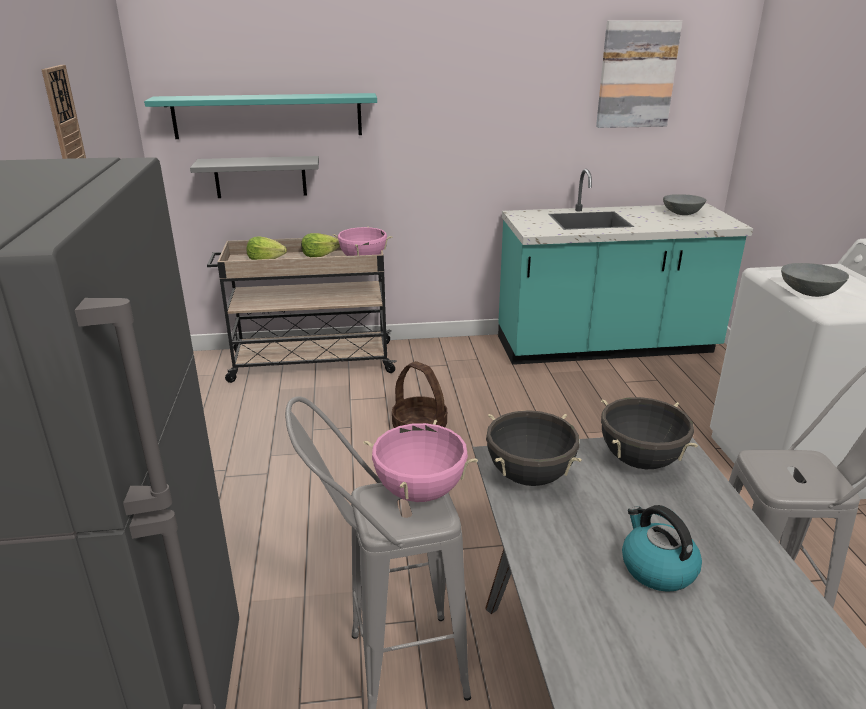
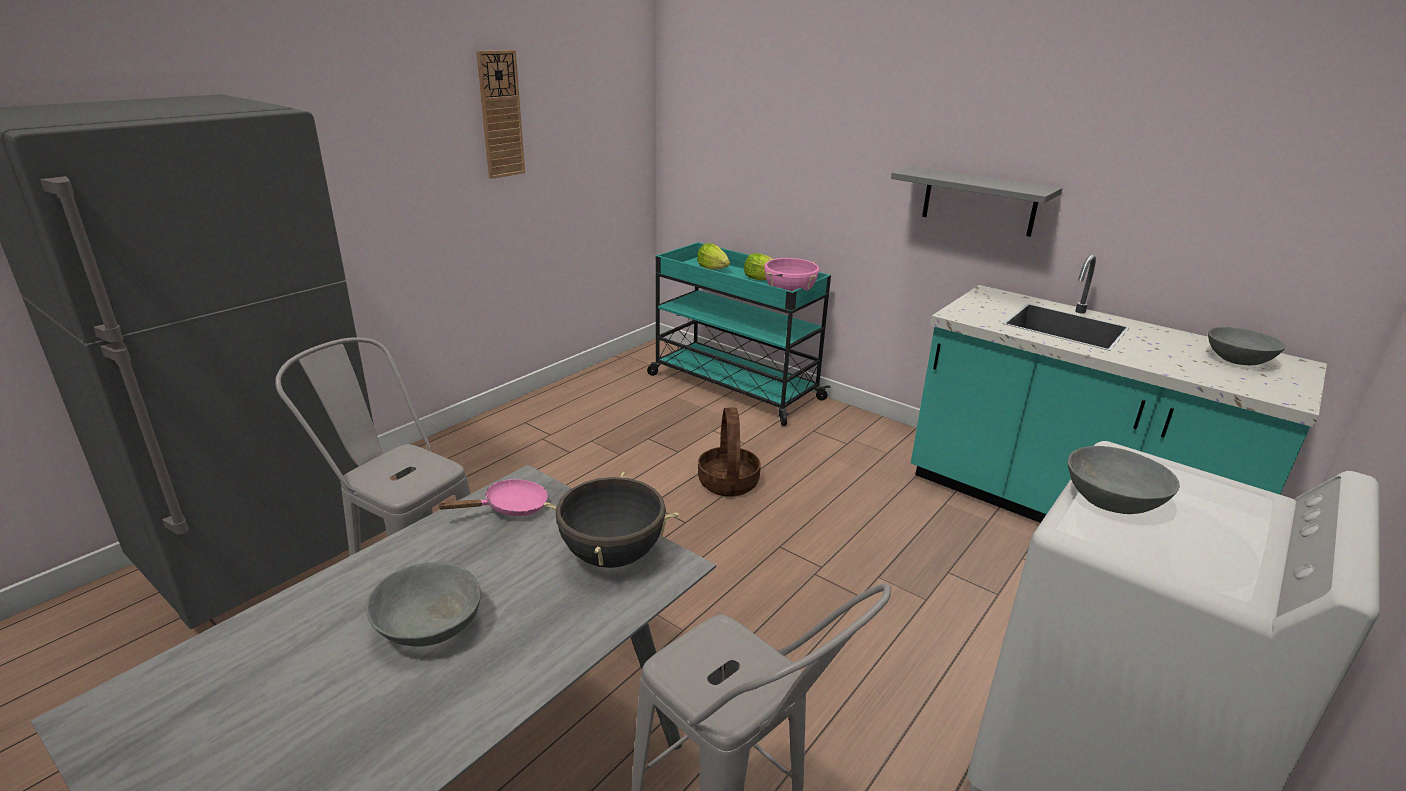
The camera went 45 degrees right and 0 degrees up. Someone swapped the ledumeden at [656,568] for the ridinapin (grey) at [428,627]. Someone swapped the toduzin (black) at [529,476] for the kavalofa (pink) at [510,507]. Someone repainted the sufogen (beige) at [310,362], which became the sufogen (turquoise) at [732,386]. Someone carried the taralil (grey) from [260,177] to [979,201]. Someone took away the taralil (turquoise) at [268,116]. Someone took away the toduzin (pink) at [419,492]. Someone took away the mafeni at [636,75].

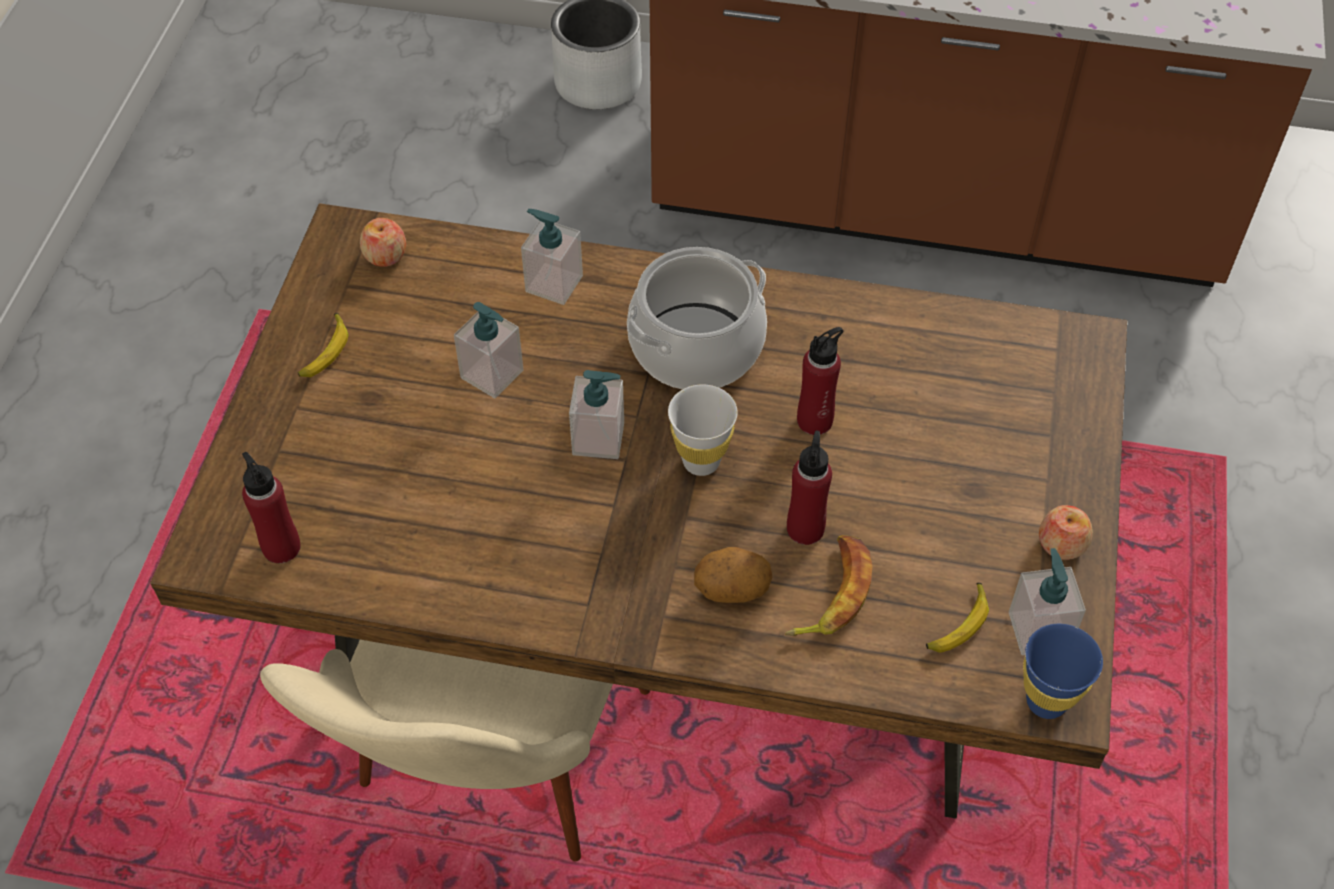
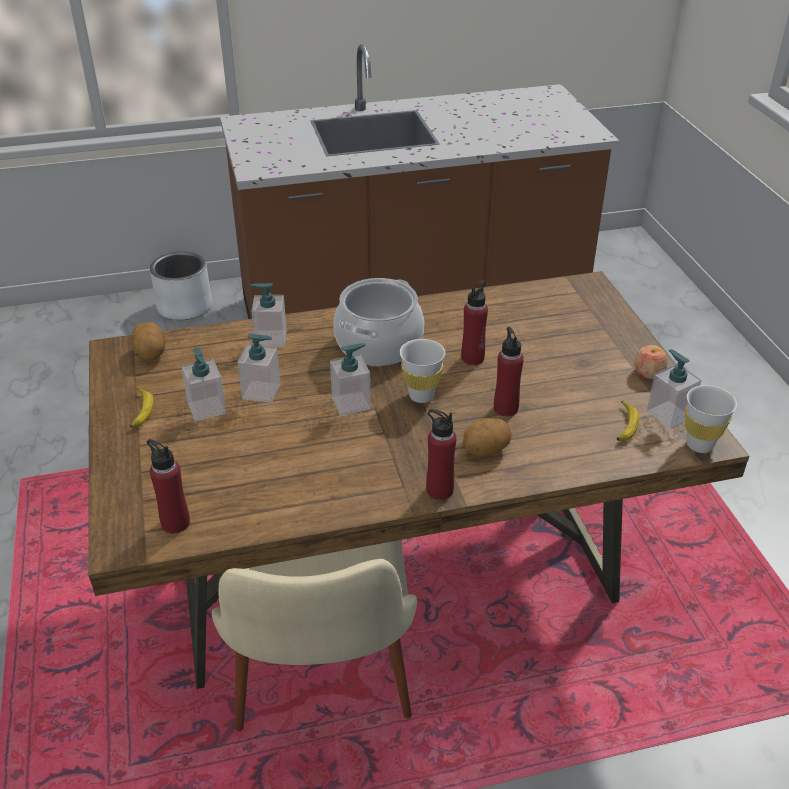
The camera went 25 degrees left and 15 degrees down. Someone swapped the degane at [385,255] for the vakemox at [151,353]. Someone put down the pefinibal at [207,408]. Someone put down the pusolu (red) at [439,490]. Someone repainted the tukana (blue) at [1046,701], which became the tukana (white) at [699,445]. Someone took away the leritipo at [831,593].

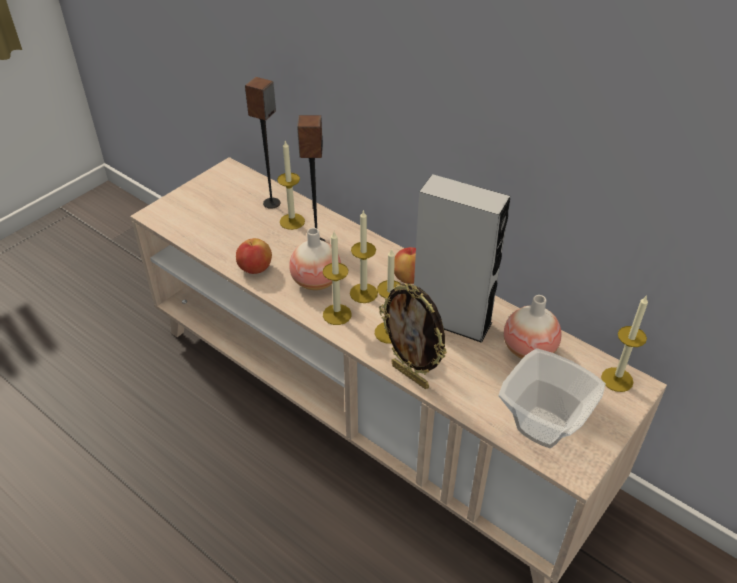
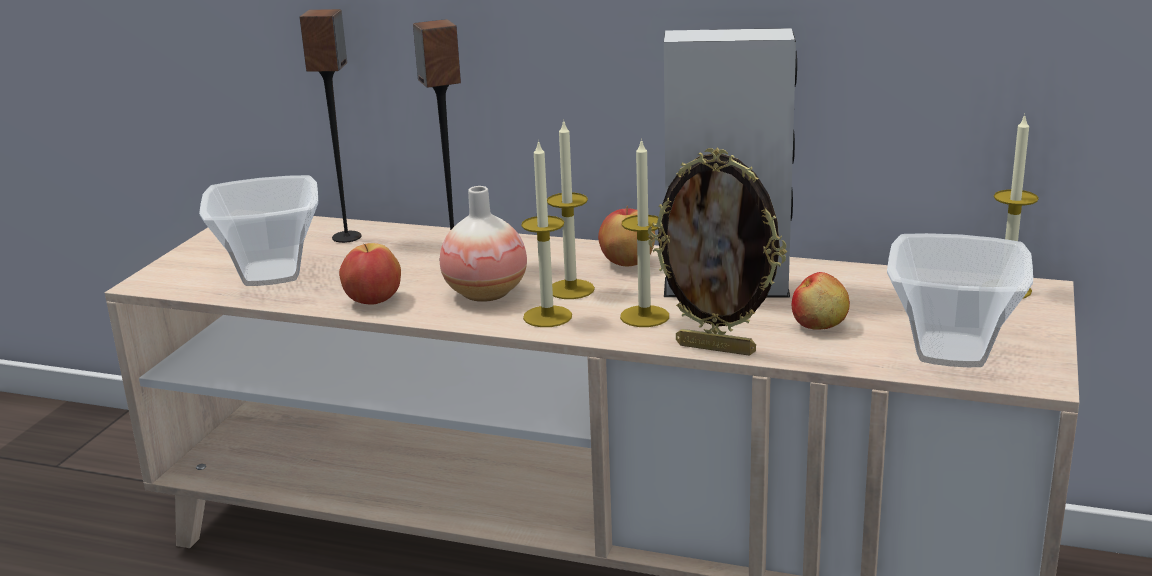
The camera went 20 degrees left and 20 degrees down. Someone put down the ridinapin at [273,273]. Someone put down the degane at [820,325]. Someone took away the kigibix at [292,221]. Someone took away the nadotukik at [528,350].

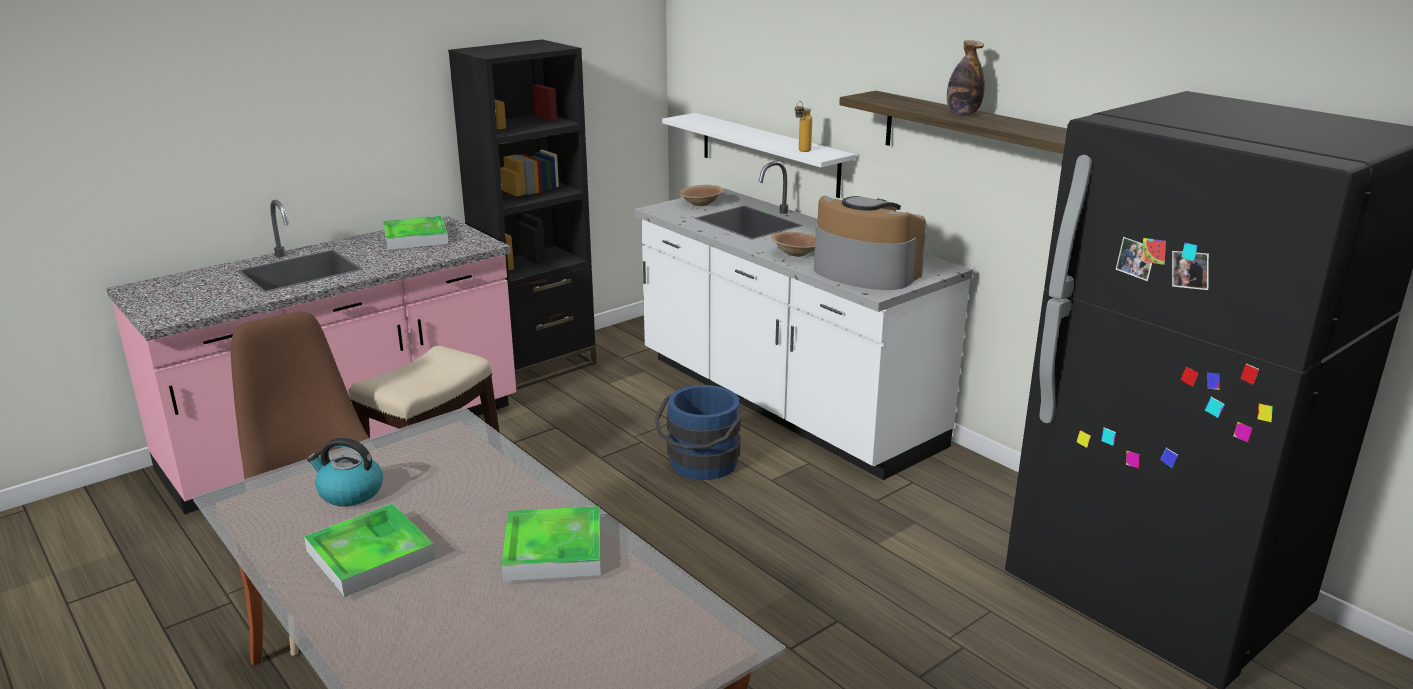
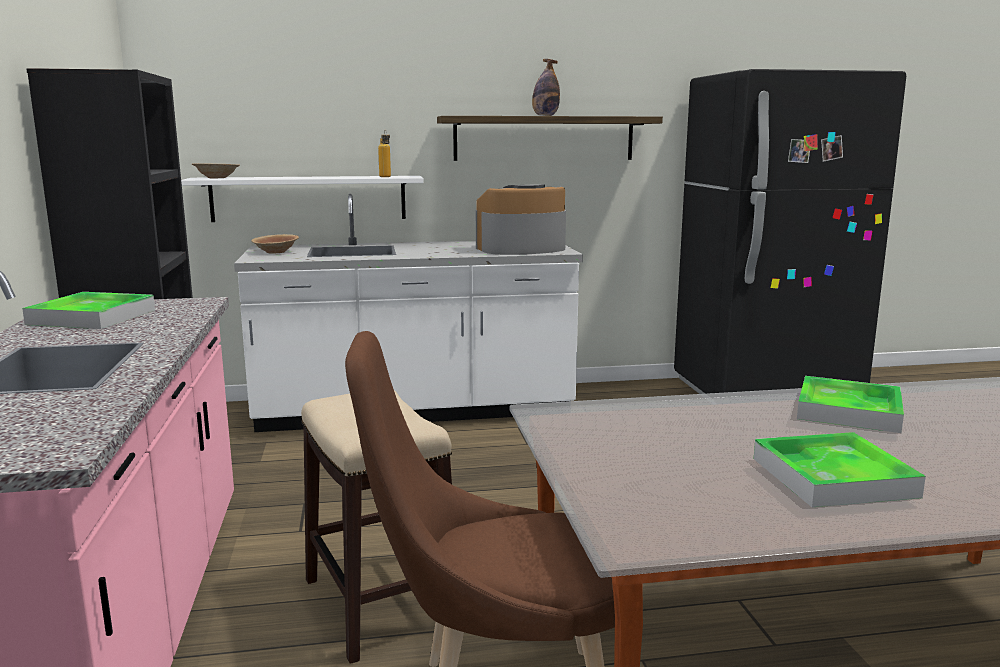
The camera went 60 degrees left and 10 degrees down. Someone carried the ridinapin (brown) from [796,253] to [217,178]. Someone took away the ledumeden at [349,492]. Someone took away the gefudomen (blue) at [700,466].

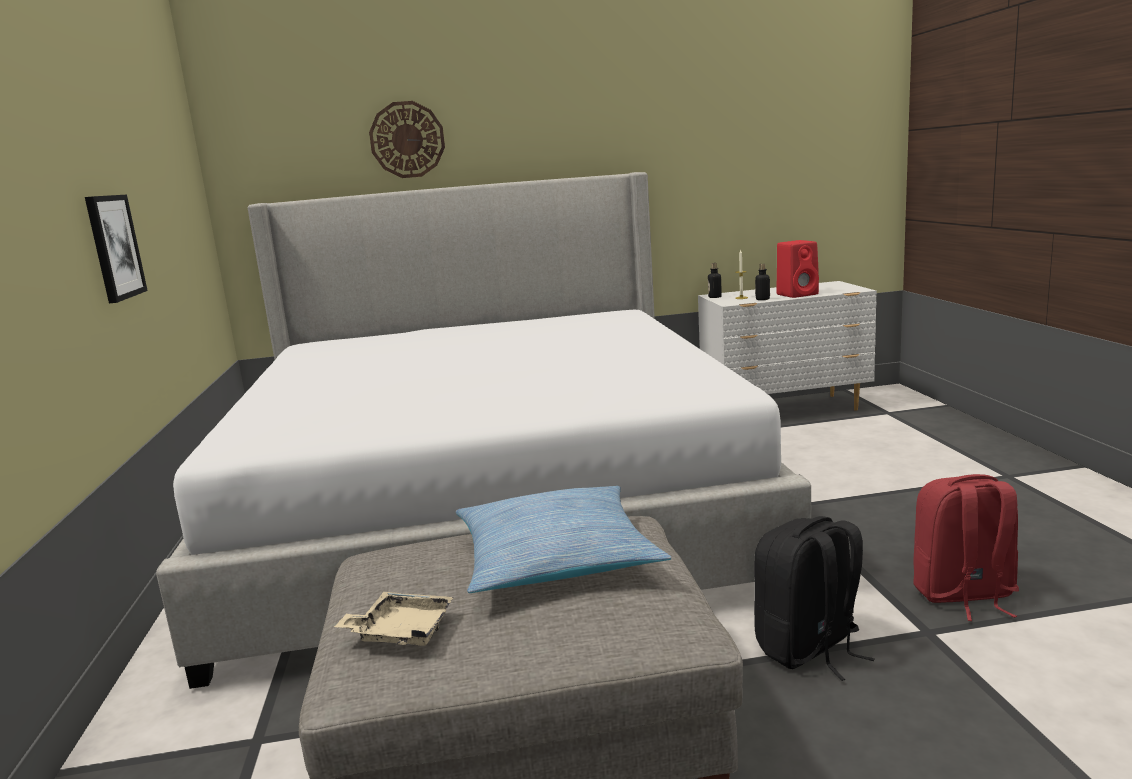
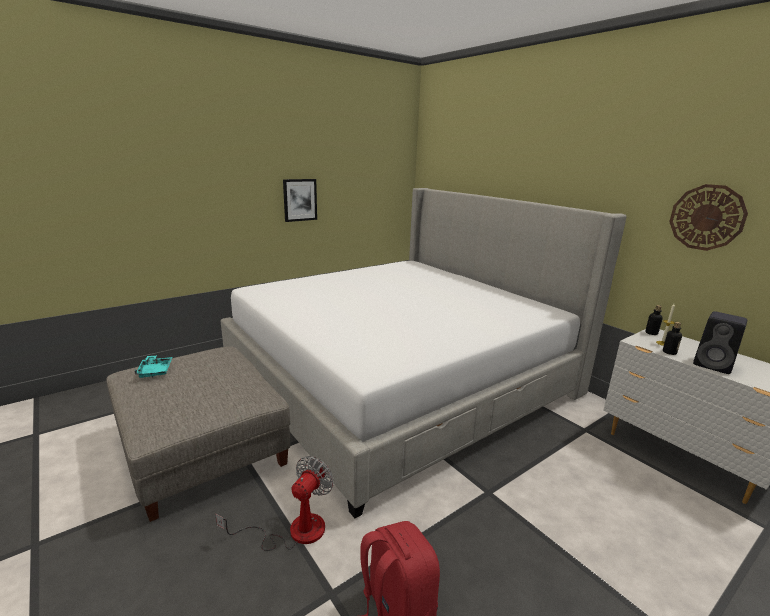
The camera went 60 degrees right and 5 degrees up. Someone repainted the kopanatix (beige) at [401,631], which became the kopanatix (turquoise) at [155,371]. Someone swapped the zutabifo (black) at [809,649] for the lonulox at [293,531]. Someone carried the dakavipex from [407,139] to [706,217]. Someone repainted the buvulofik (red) at [798,294], which became the buvulofik (black) at [714,365]. Someone took away the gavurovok at [555,558].

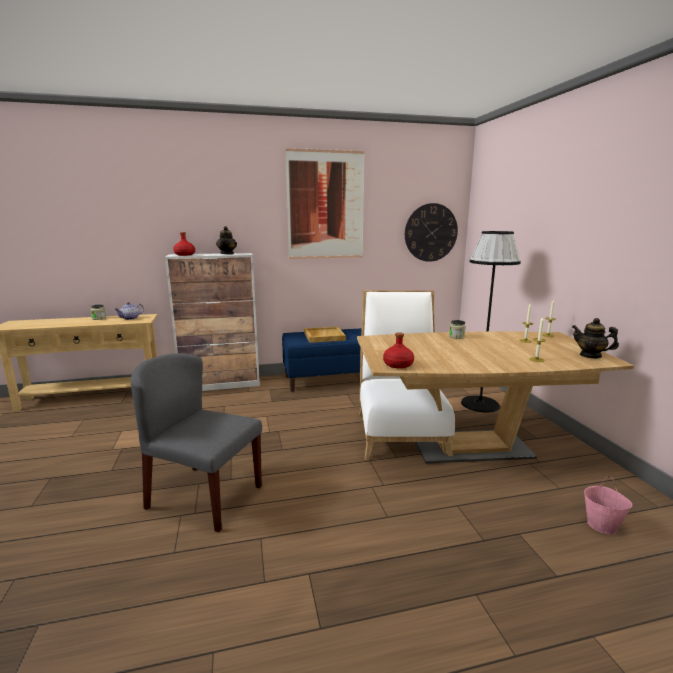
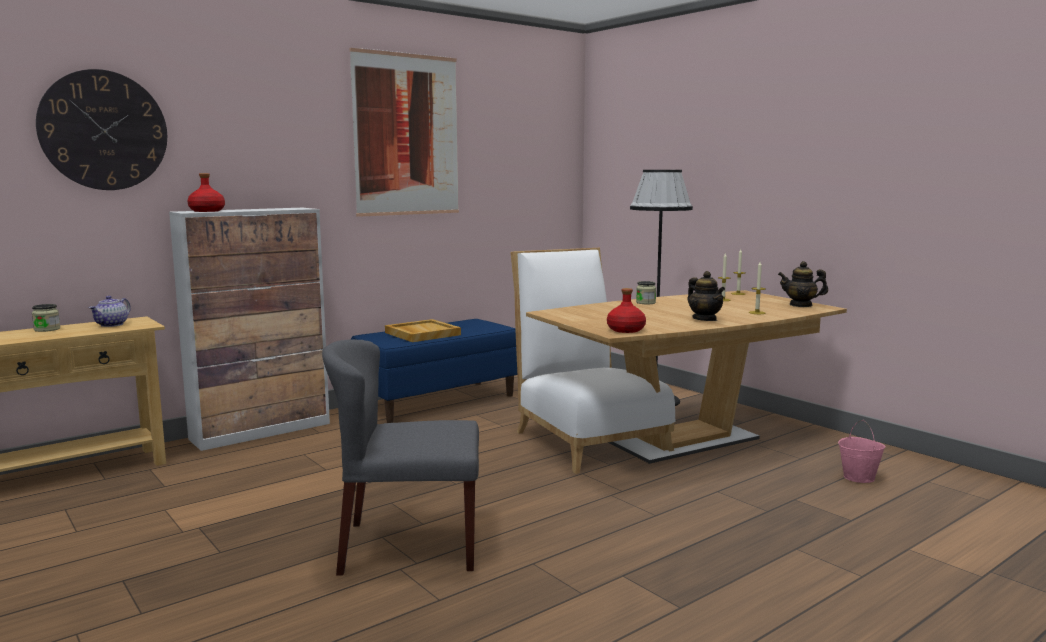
The camera went 25 degrees left and 5 degrees down. Someone carried the dakavipex from [431,232] to [104,130]. Someone carried the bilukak from [227,254] to [705,319].

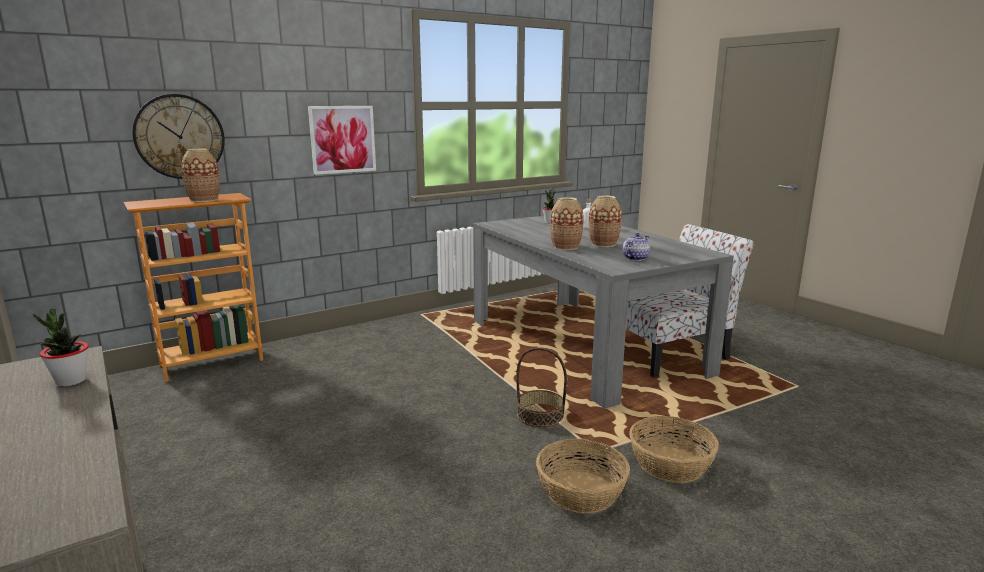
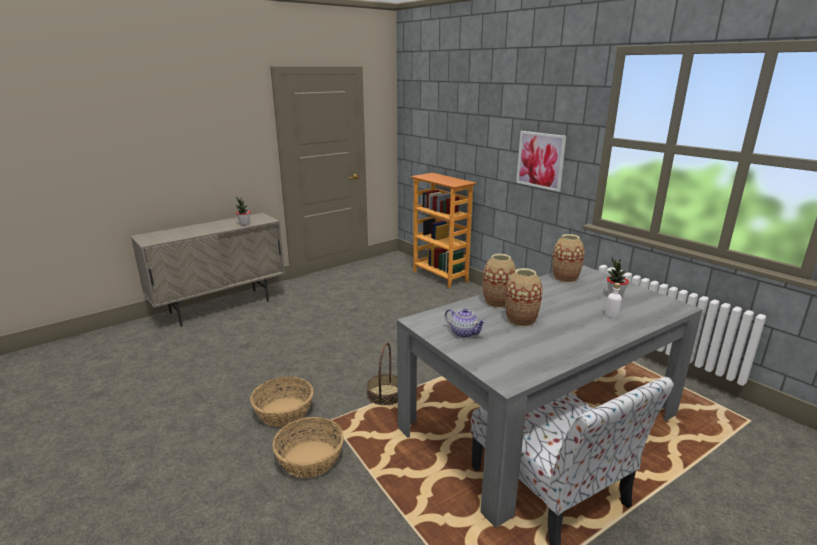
The camera went 85 degrees right and 5 degrees up. Someone carried the nadotukik from [204,200] to [565,278]. Someone took away the dakavipex at [179,136].

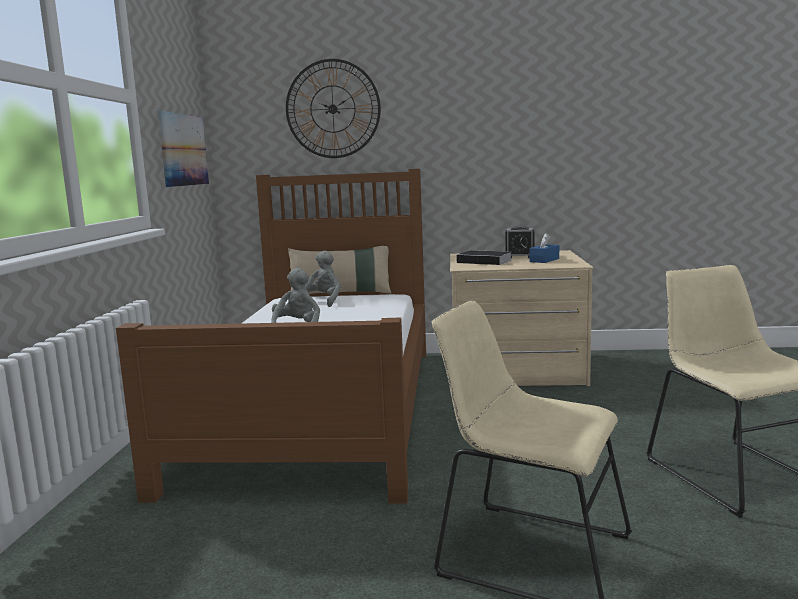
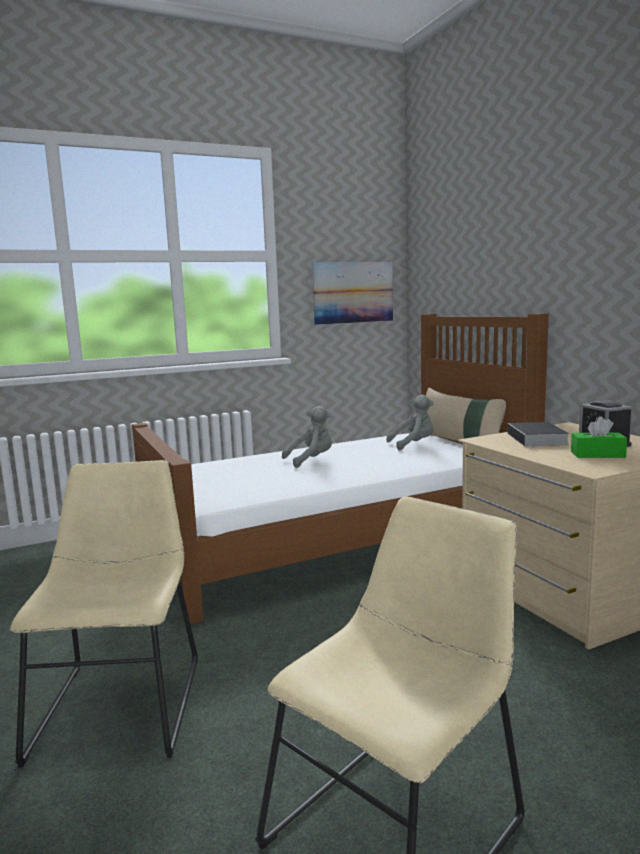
The camera went 60 degrees right and 0 degrees up. Someone repainted the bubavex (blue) at [544,260], which became the bubavex (green) at [597,454]. Someone took away the dakavipex at [333,109].

